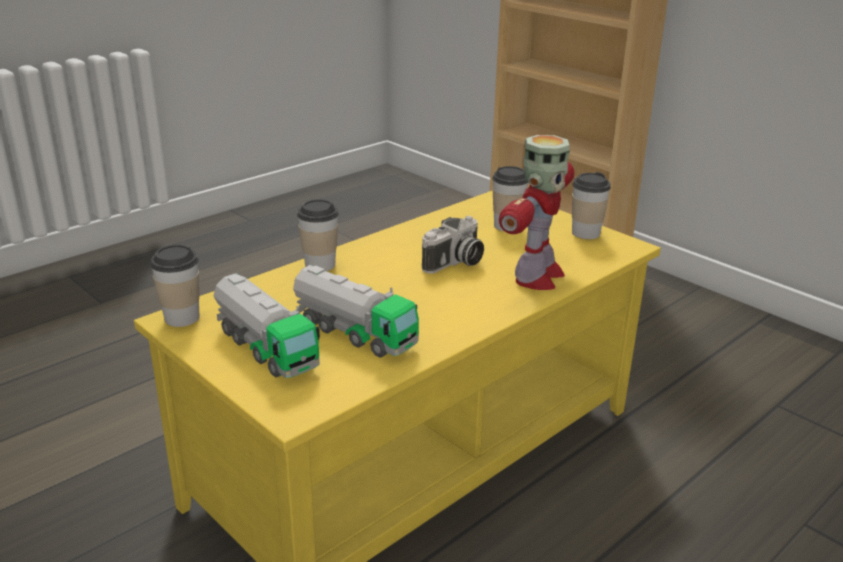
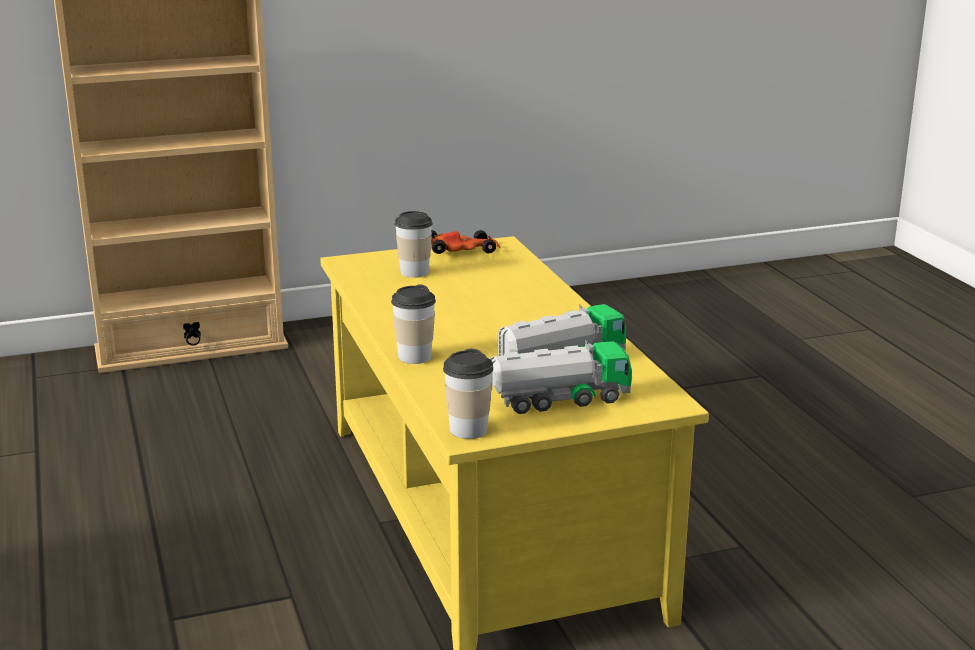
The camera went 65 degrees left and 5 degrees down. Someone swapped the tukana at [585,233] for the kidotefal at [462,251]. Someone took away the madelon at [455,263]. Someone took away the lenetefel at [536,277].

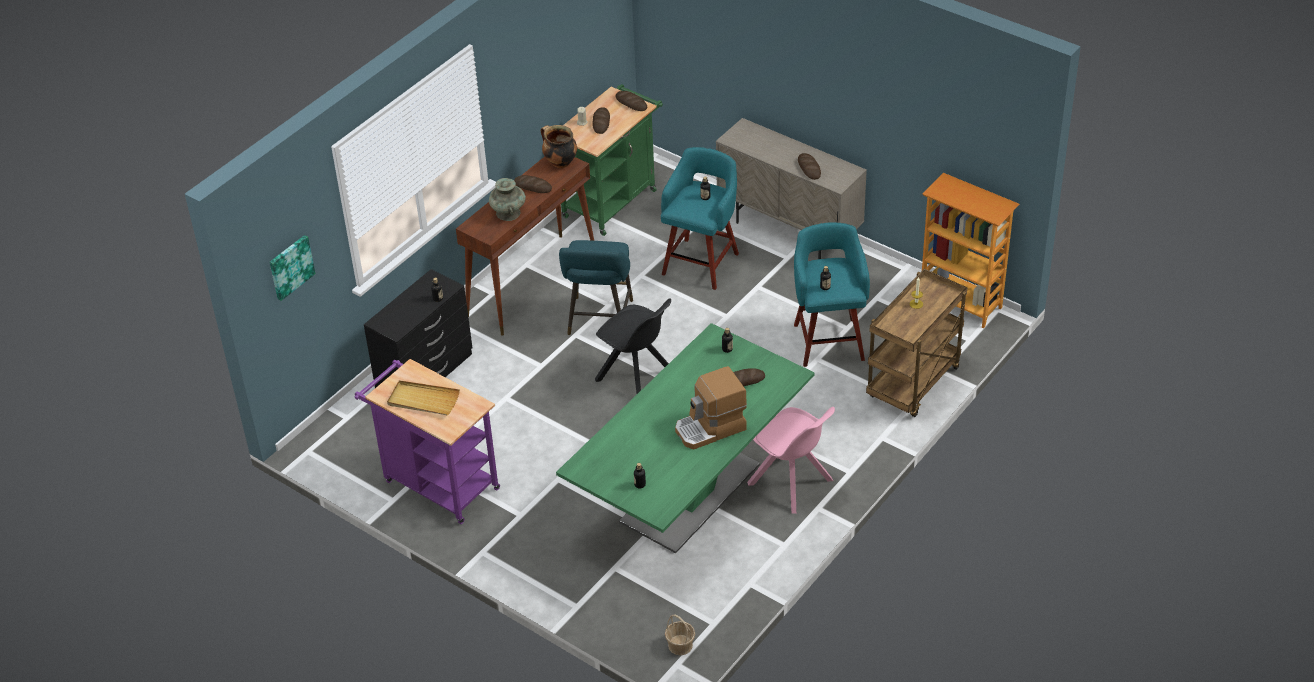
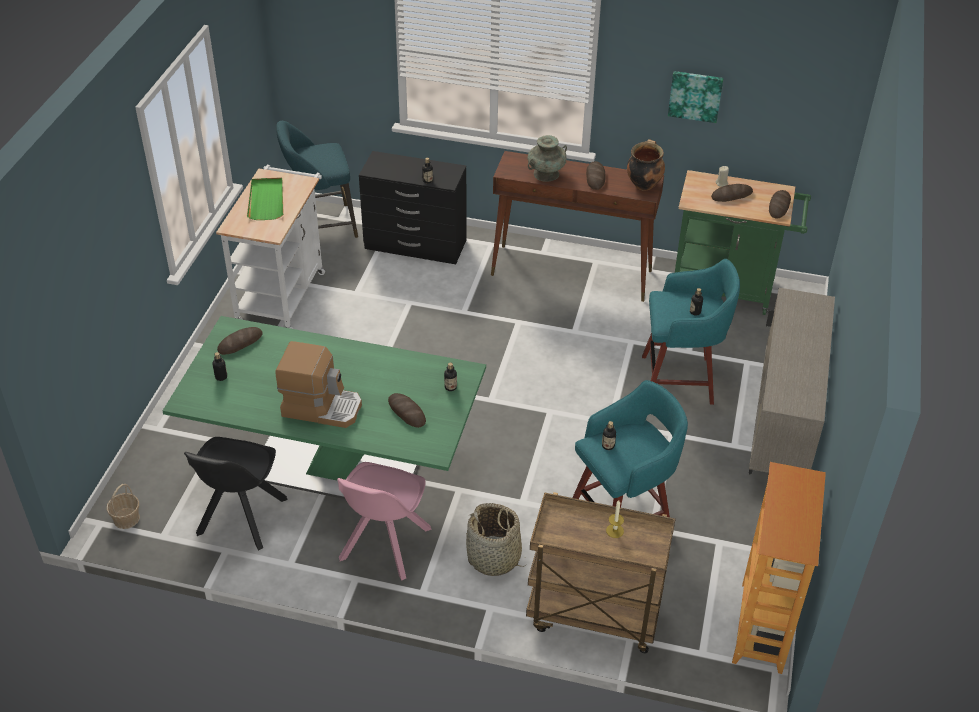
The camera went 65 degrees right and 0 degrees up. Someone carried the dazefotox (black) from [637,377] to [240,518]. Someone repainted the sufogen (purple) at [436,482], which became the sufogen (white) at [283,293]. Someone carried the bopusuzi from [809,168] to [240,343]. Someone repainted the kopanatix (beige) at [423,400], which became the kopanatix (green) at [266,200]. Someone rotated the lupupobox at [711,429] by 150 degrees clockwise. Someone carried the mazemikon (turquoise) from [599,321] to [320,226]. Someone put down the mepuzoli at [494,558]. Someone carried the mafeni from [290,266] to [695,95].

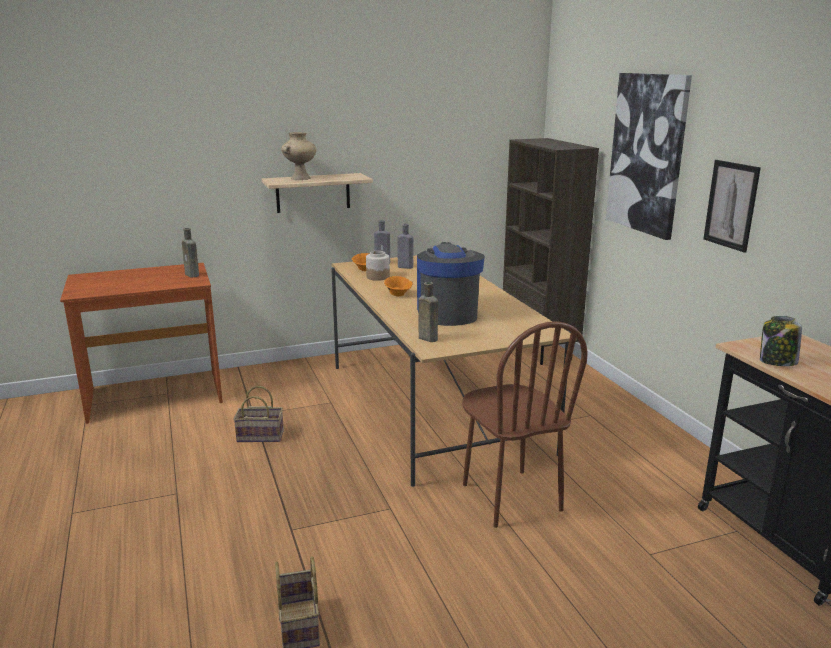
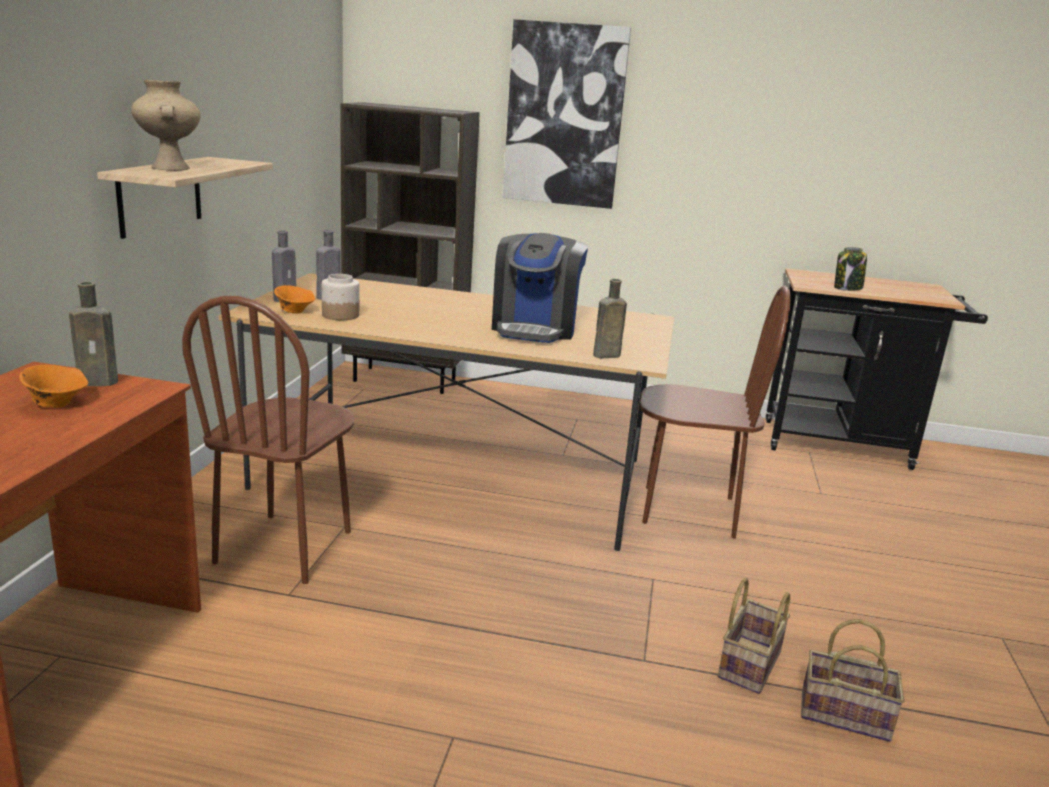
The camera went 60 degrees left and 0 degrees up. Someone carried the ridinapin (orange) from [398,295] to [57,404]. Someone put down the dazefotox (brown) at [285,547]. Someone rotated the lupupobox at [447,313] by 105 degrees counterclockwise. Someone carried the mepuzoli from [261,436] to [748,663]. Someone took away the mafeni at [731,205].

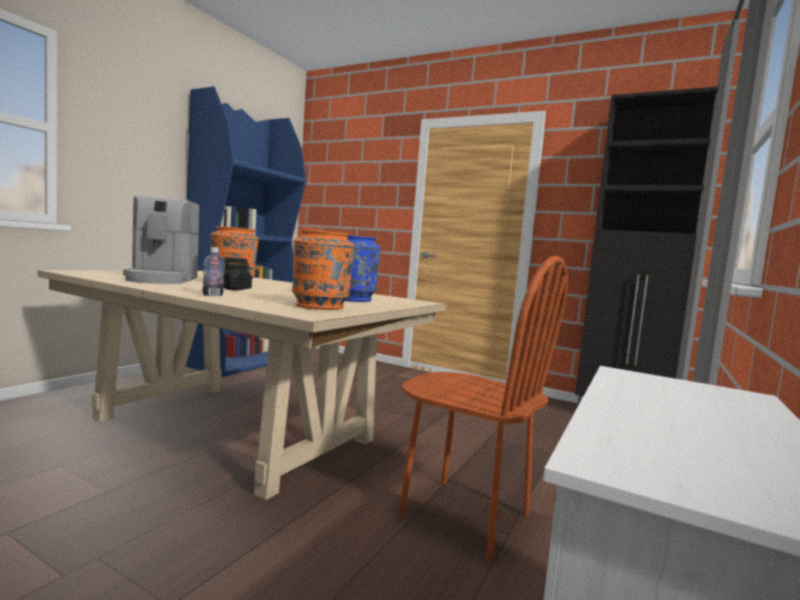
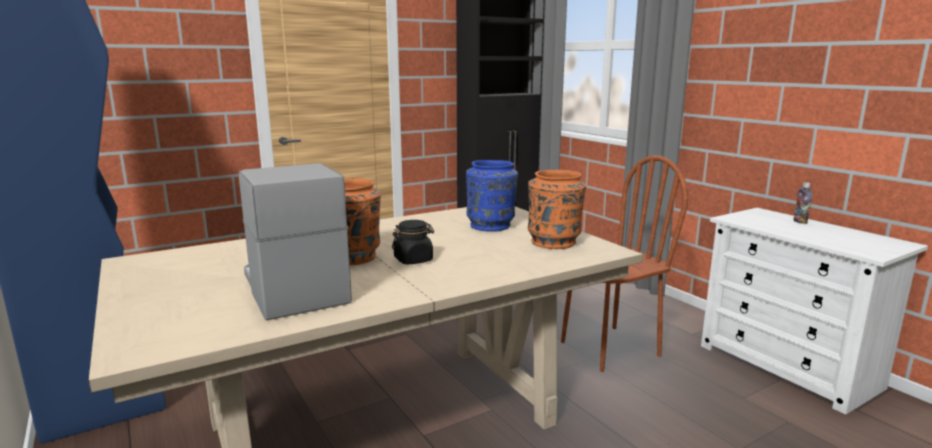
The camera went 60 degrees left and 10 degrees up. Someone rotated the lupupobox at [162,279] by 135 degrees counterclockwise. Someone carried the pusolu from [212,295] to [800,221].

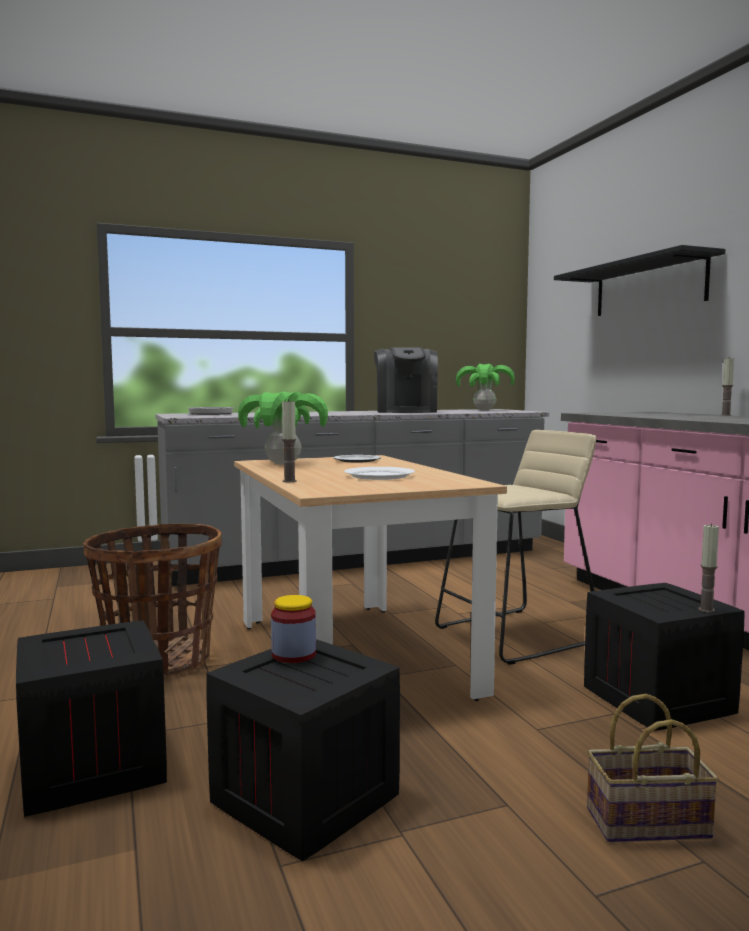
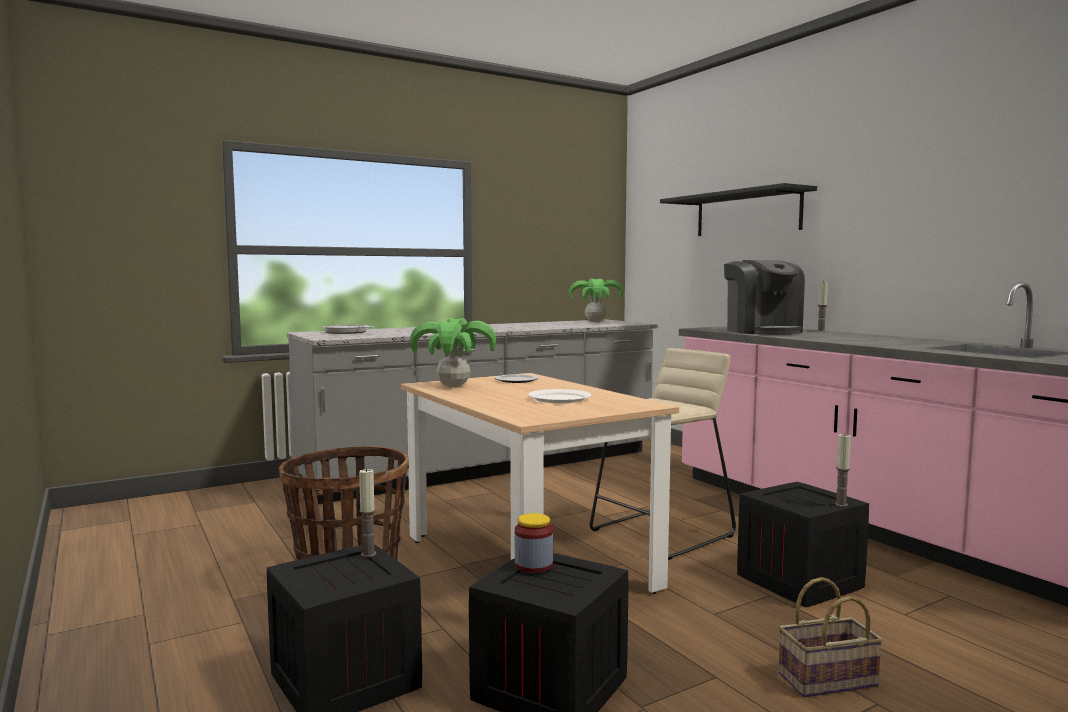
The camera went 10 degrees left and 0 degrees up. Someone carried the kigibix from [289,481] to [368,554]. Someone carried the lupupobox from [405,411] to [762,331].

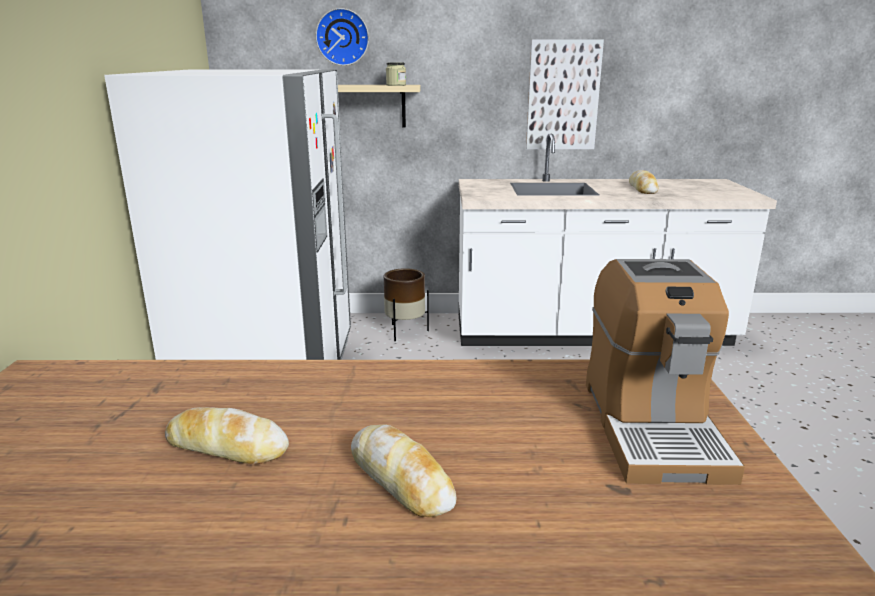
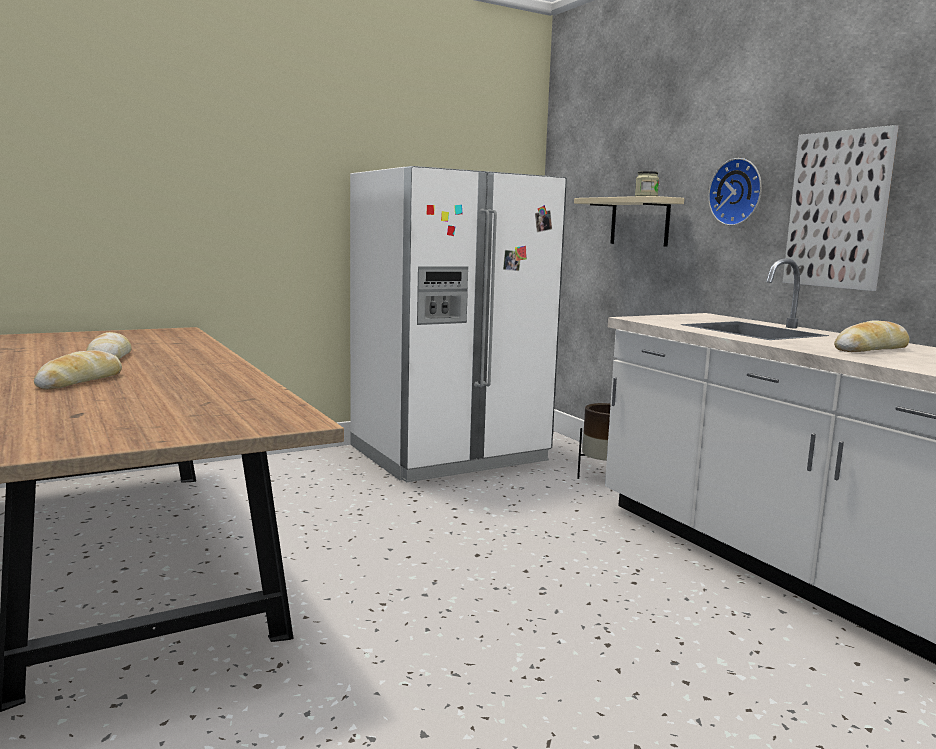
The camera went 60 degrees right and 10 degrees down. Someone carried the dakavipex from [342,37] to [737,192]. Someone took away the lupupobox at [652,426].

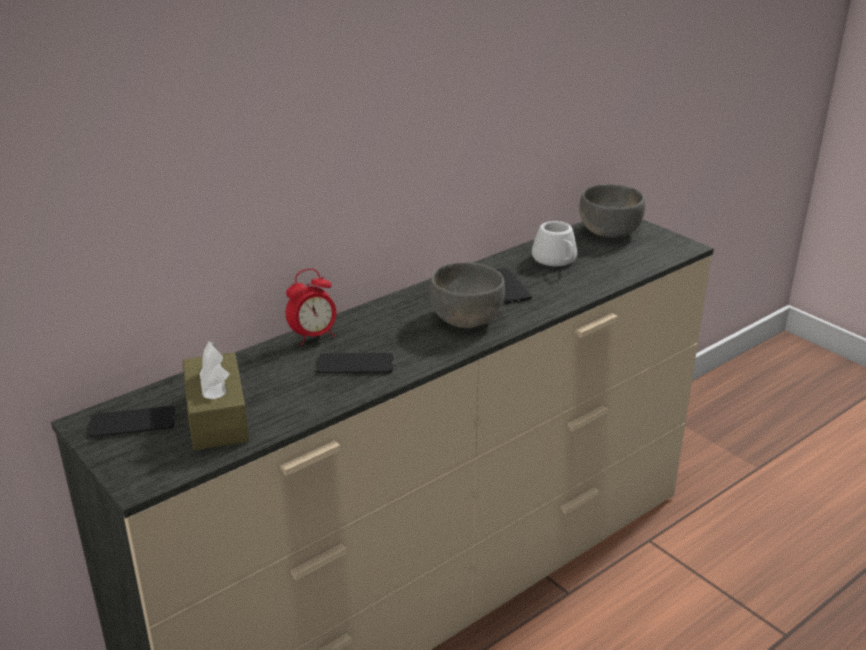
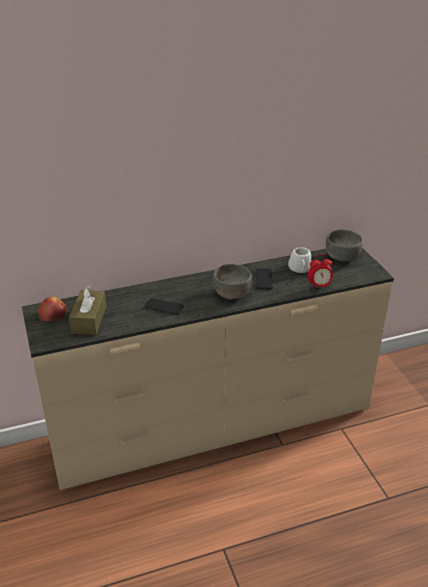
The camera went 20 degrees right and 5 degrees up. Someone swapped the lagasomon at [132,423] for the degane at [53,314]. Someone carried the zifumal from [313,336] to [319,286].

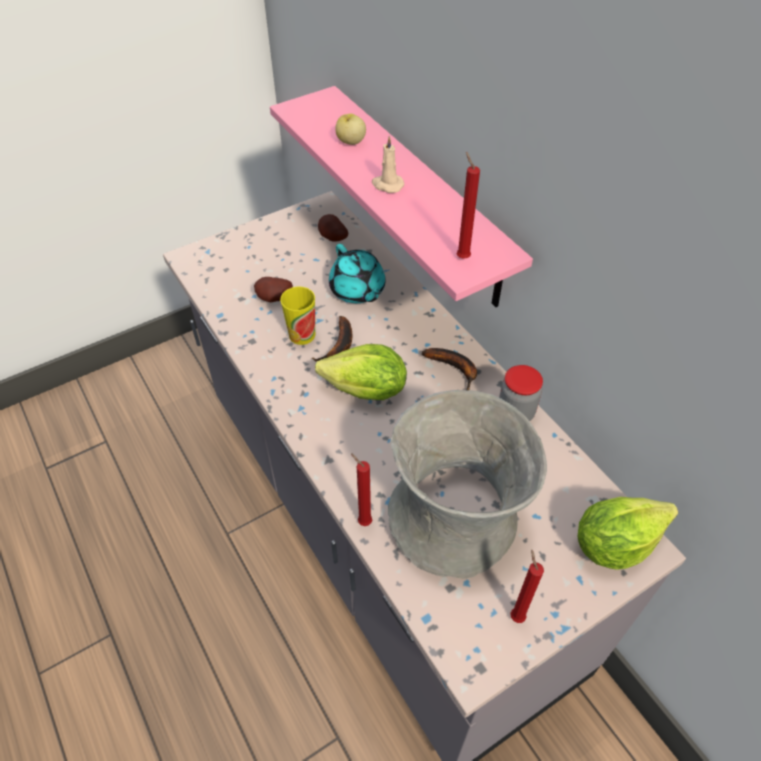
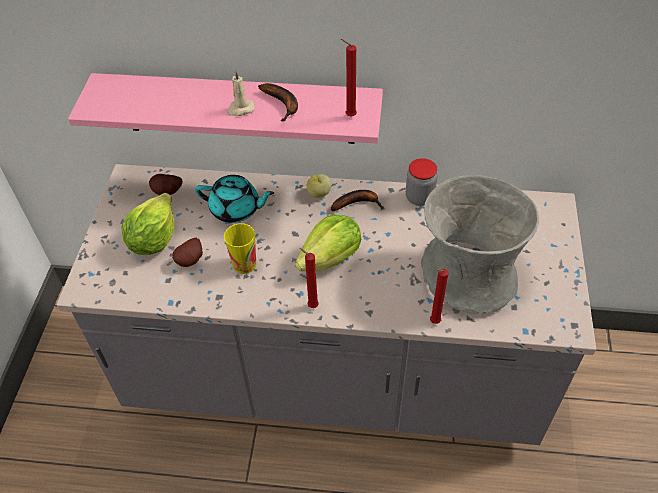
The camera went 50 degrees left and 0 degrees up. Someone carried the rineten from [614,543] to [154,239]. Someone carried the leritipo from [339,347] to [283,104]. Someone carried the kigibix (red) from [516,615] to [311,305]. Someone carried the degane from [350,142] to [319,194].

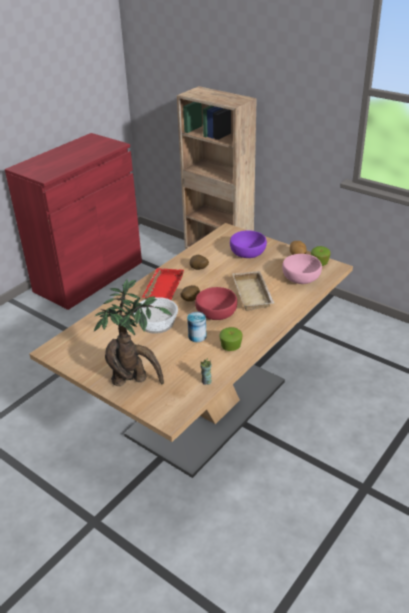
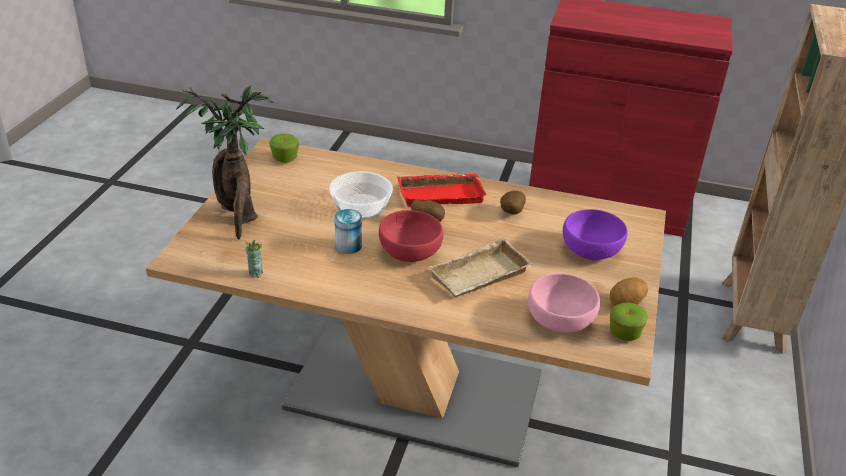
The camera went 65 degrees right and 0 degrees up. Someone carried the degane from [230,347] to [285,159].

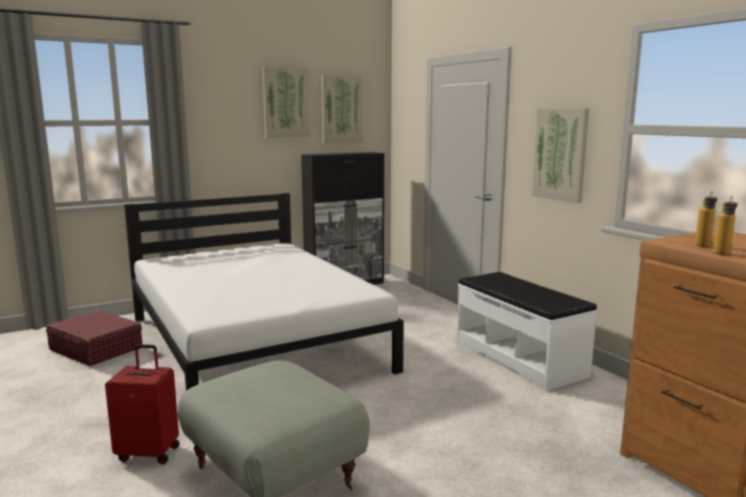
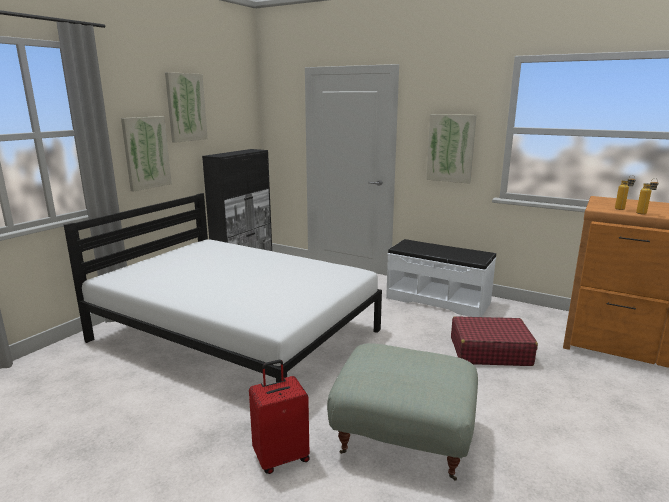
The camera went 30 degrees left and 5 degrees up. Someone carried the mafeni from [342,109] to [146,153]. Someone carried the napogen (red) from [96,349] to [489,351].

